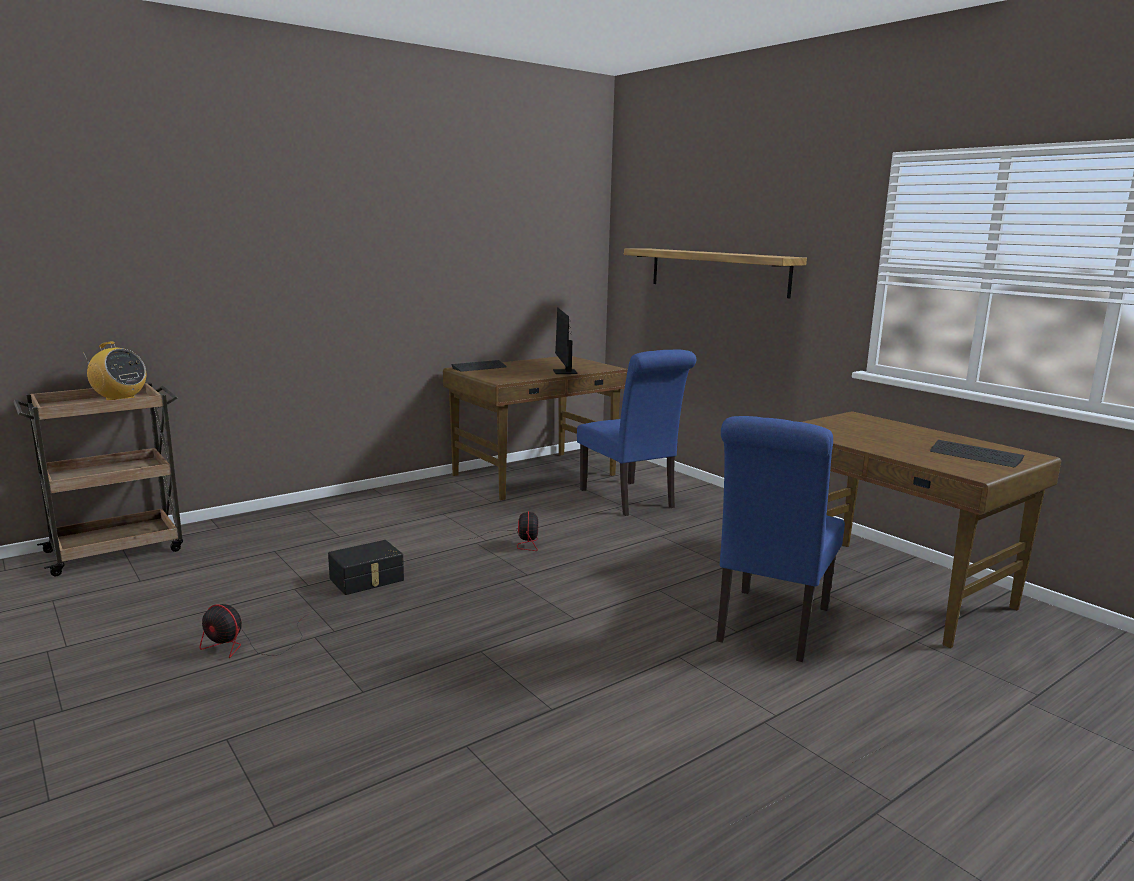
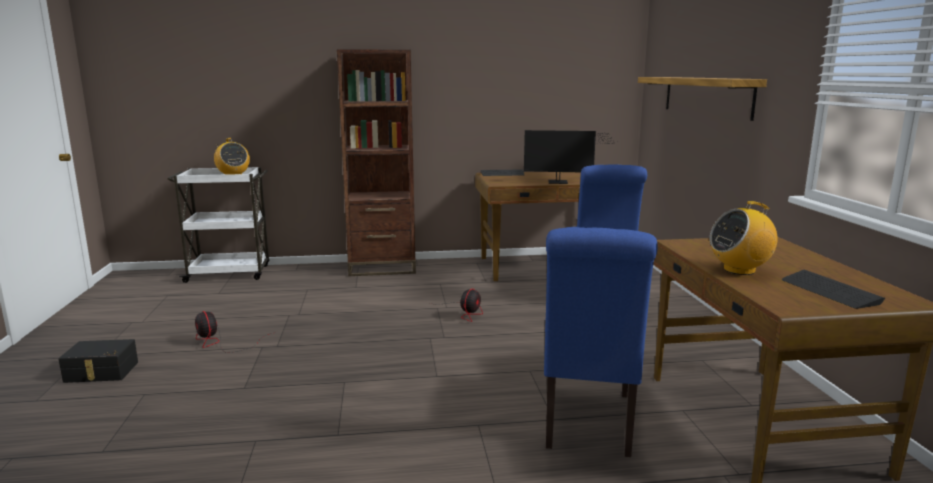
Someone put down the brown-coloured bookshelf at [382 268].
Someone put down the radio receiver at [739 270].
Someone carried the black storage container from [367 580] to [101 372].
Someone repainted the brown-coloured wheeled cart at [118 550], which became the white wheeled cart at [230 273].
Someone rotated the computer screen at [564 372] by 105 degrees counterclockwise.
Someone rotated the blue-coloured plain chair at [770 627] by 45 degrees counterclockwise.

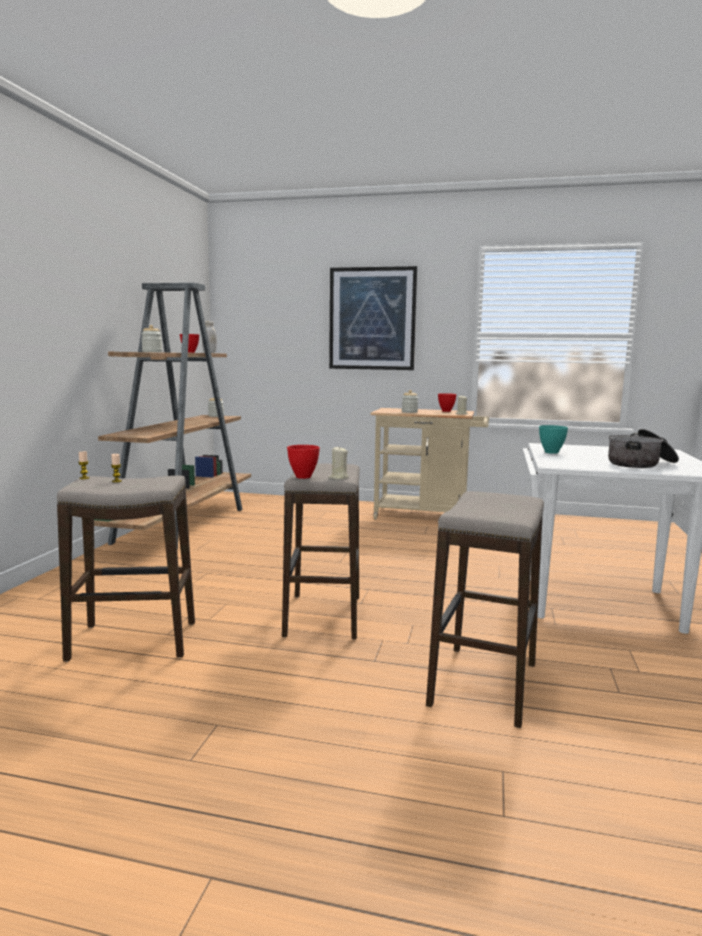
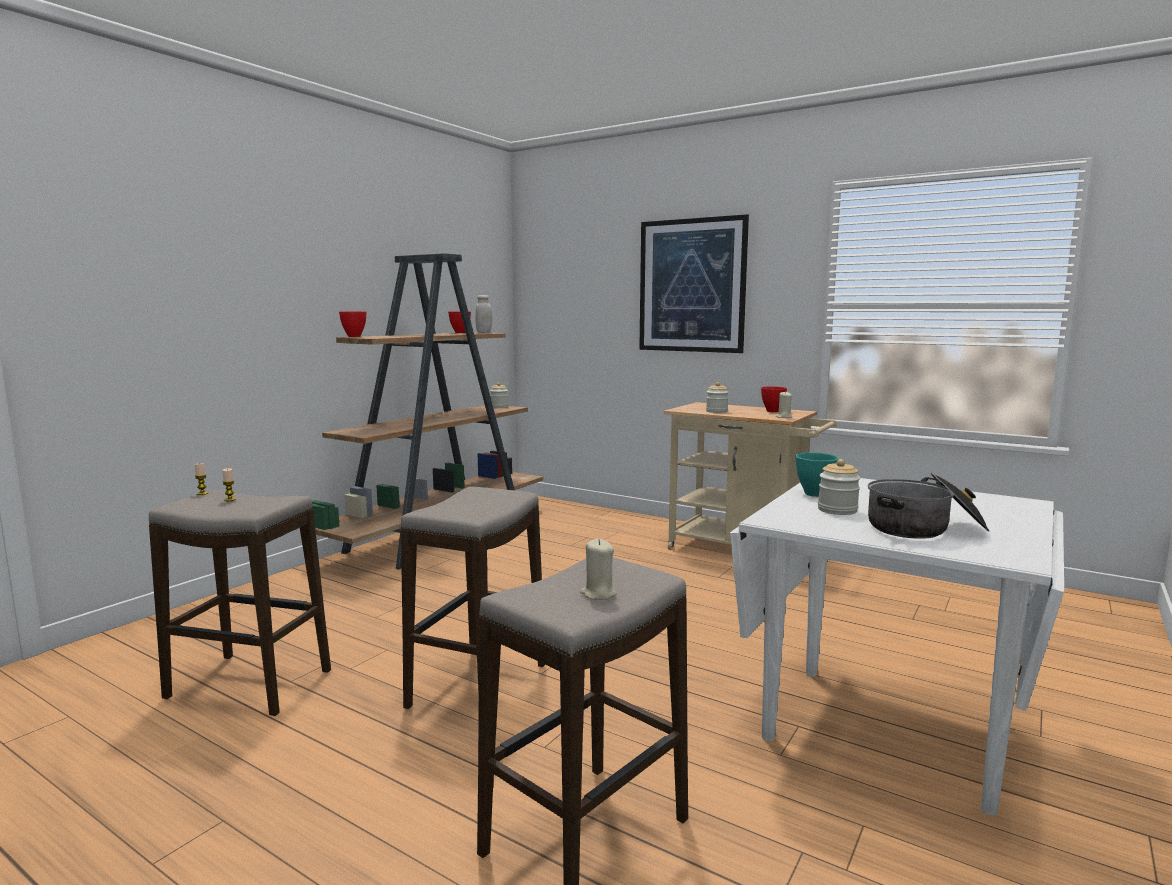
Someone carried the storage jar from [152 352] to [837 510].
Someone carried the reddish serving bowl from [304 477] to [354 336].
Someone carried the sand-coloured wax candle from [338 478] to [598 594].

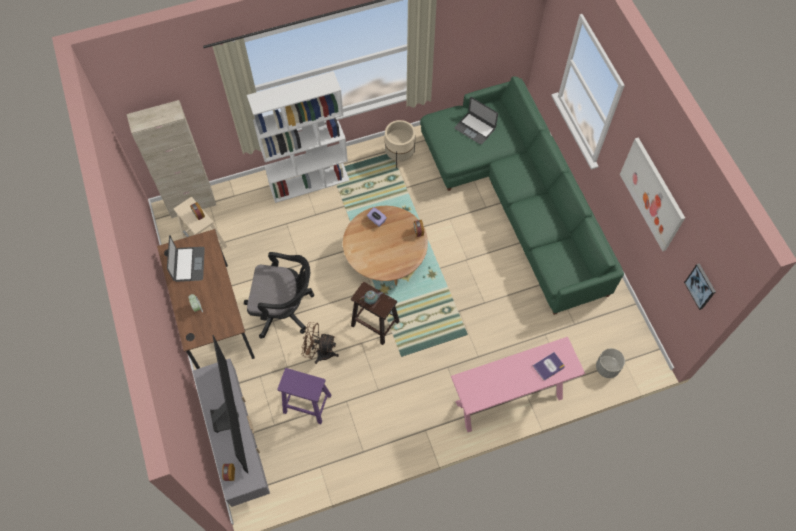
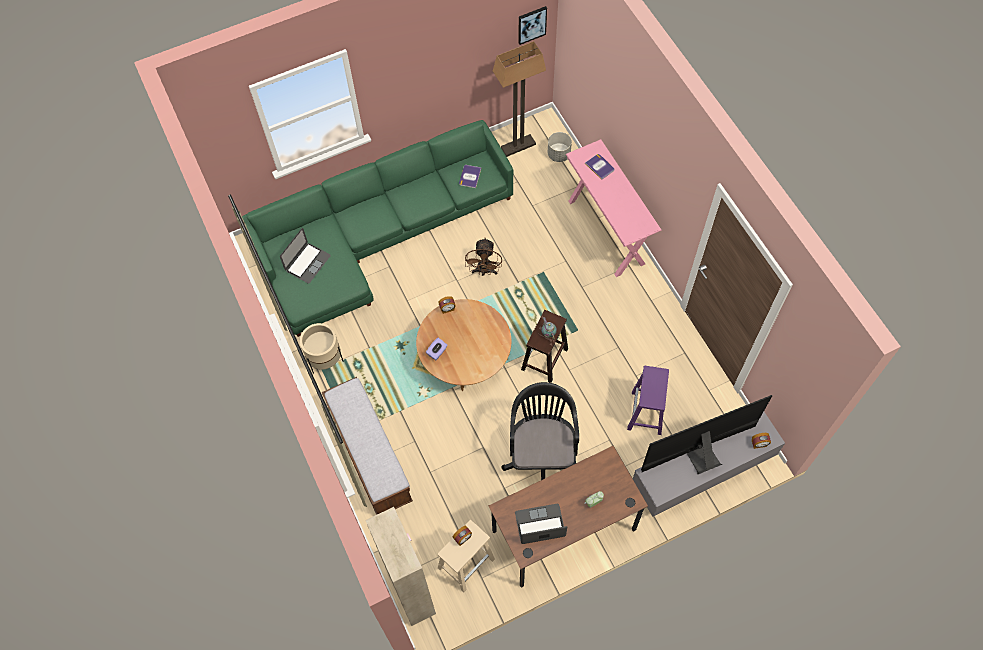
Someone took away the wall picture at [652 194].
Someone put down the volume at [470 176].
Someone put down the standing lamp at [518 146].
Someone carried the brown-coloured cooling fan from [320 352] to [484 271].
Someone swapped the white bookshelf at [309 182] for the indoor bench at [370 455].

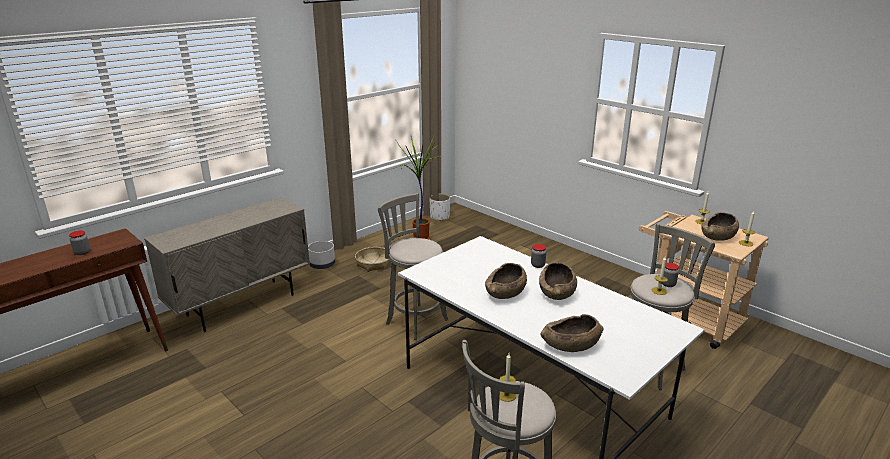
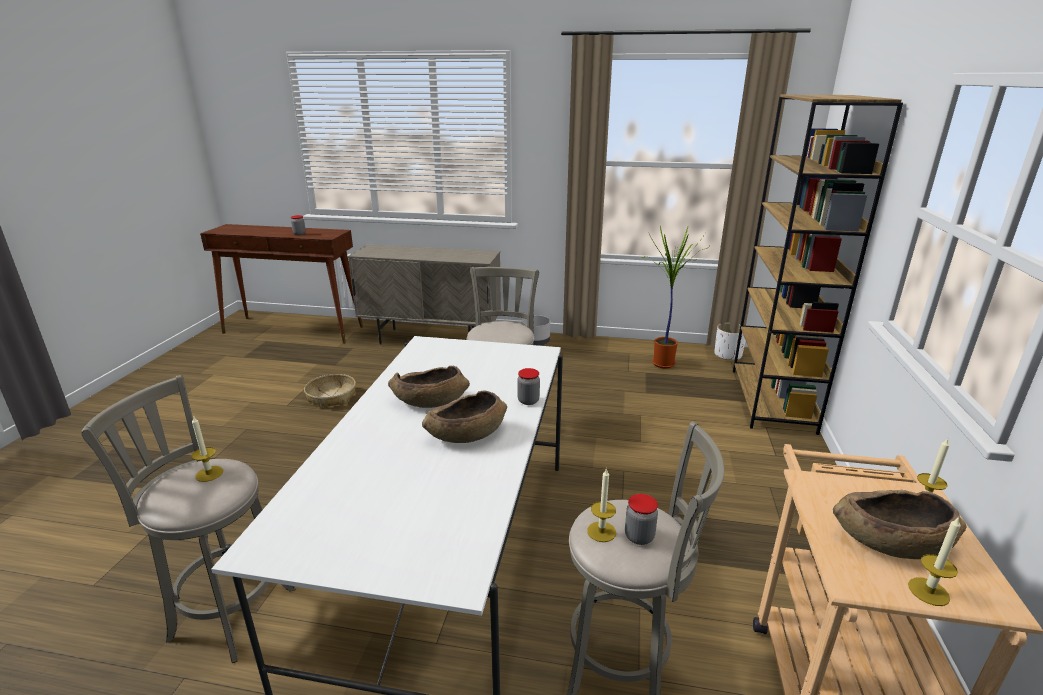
Someone took away the brown-coloured serving bowl at [570 345].
Someone put down the brown-coloured bookshelf at [772 400].
Someone carried the storage basket from [373 263] to [331 397].

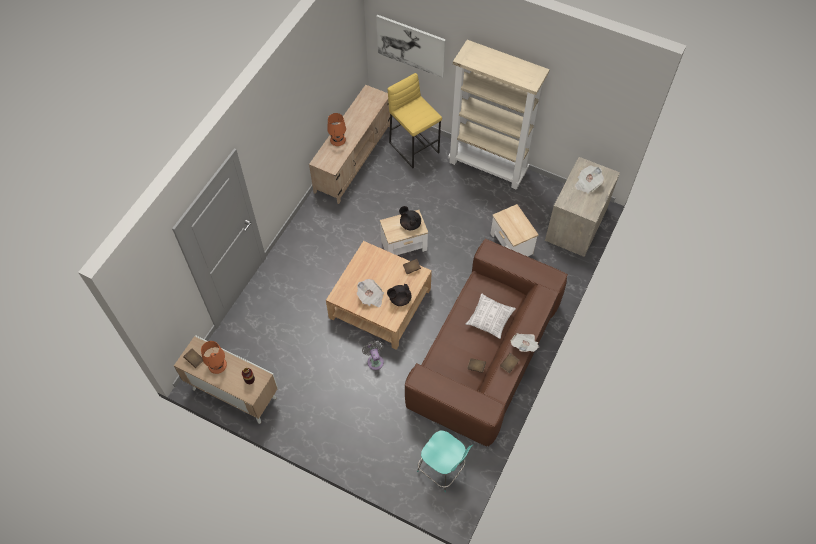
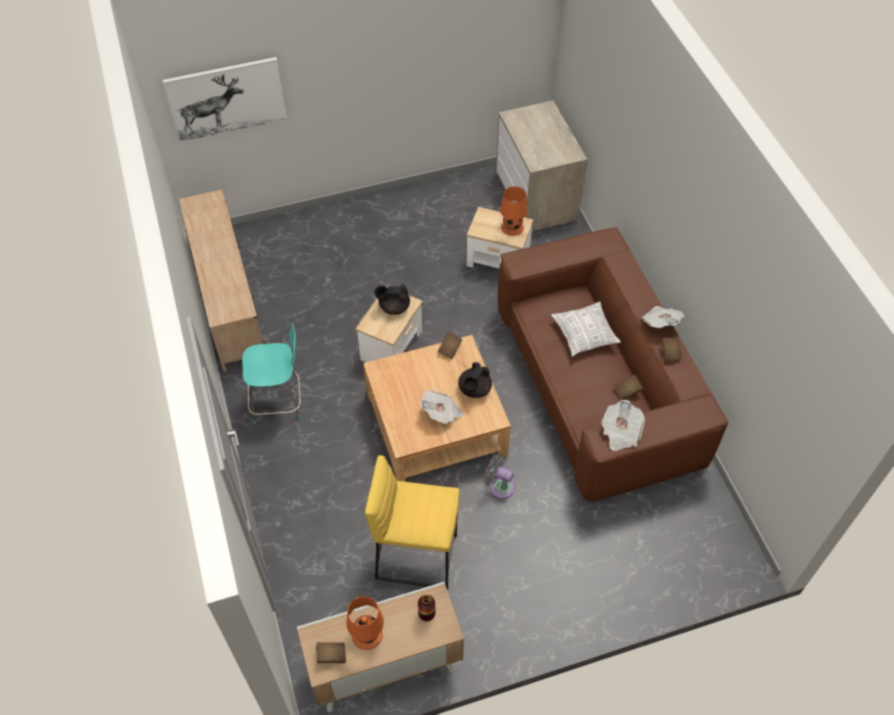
Someone took away the sand-coloured bookshelf at [488 167].
Someone carried the orange-coloured tabletop lamp from [338 139] to [512 227].
Someone carried the yellow-coloured stool seat from [414 147] to [416 555].
Someone carried the turquoise stool seat from [442 469] to [279 402].
Someone carried the newspaper from [587 184] to [620 432].

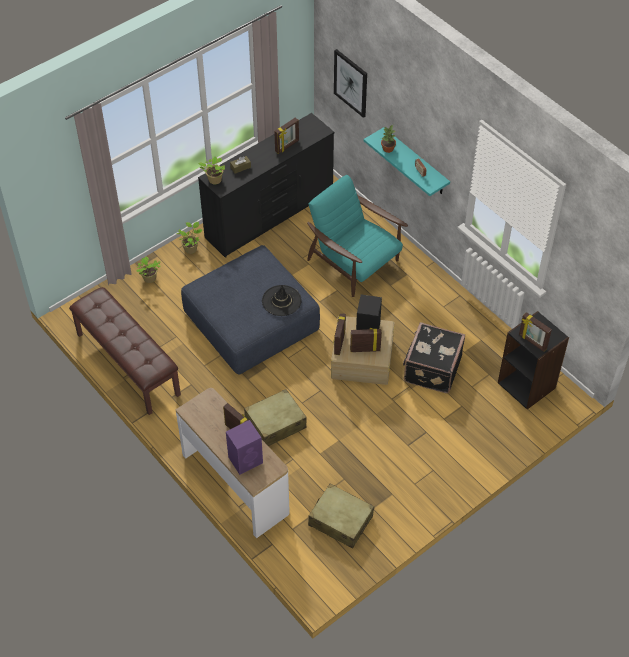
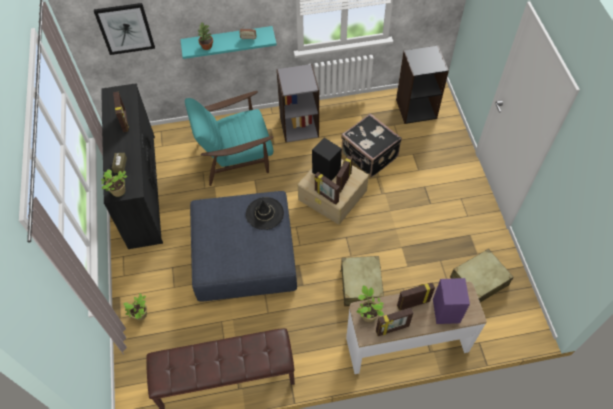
Someone put down the gray bookshelf at [299 126].
Someone carried the plant in a pot from [191 248] to [368 314].
Someone carried the photo frame from [532 342] to [392 329].

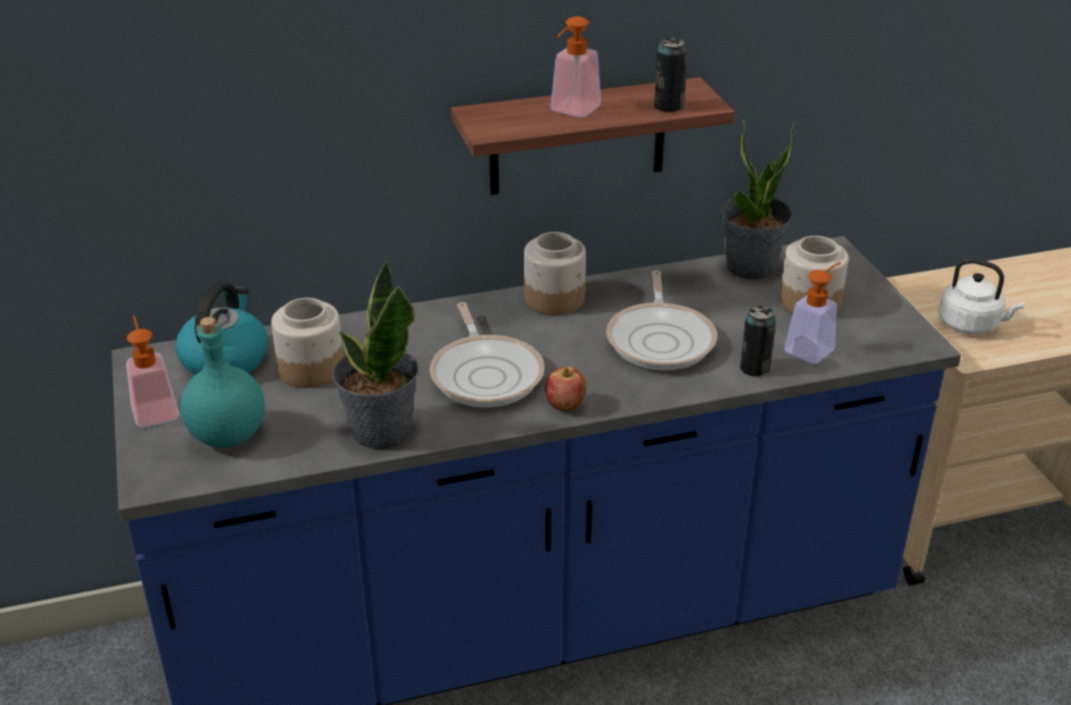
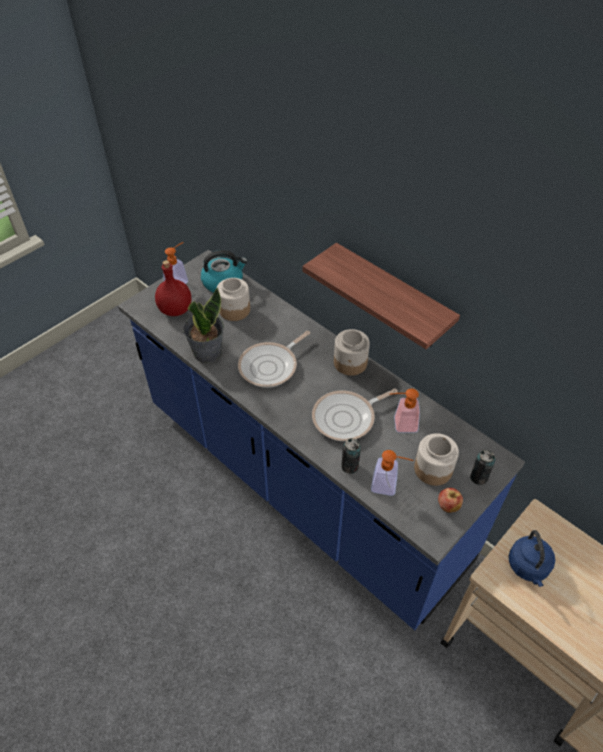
Someone took away the plant in a pot at [751 267].
Someone carried the apple from [565 406] to [448 506].
Someone carried the soap bottle from [571 112] to [400 424].
Someone carried the can from [668 106] to [478 477].
Someone repainted the turquoise drink bottle at [226 436], which became the reddish drink bottle at [175 309].
Someone repainted the white water kettle at [972 325], which became the blue-coloured water kettle at [528 567].

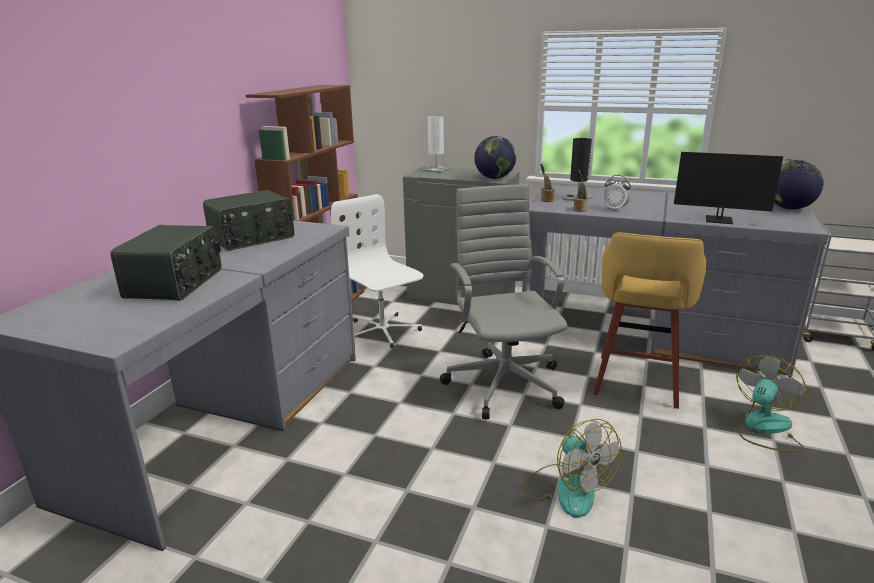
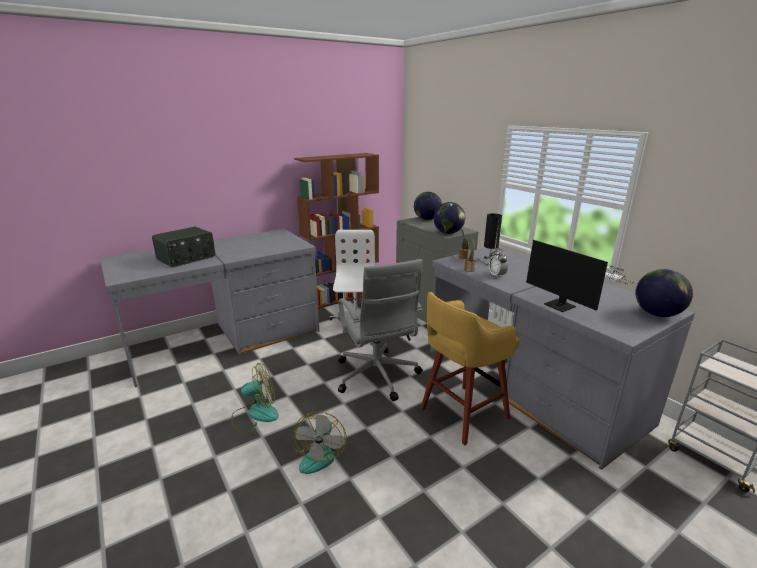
Someone took away the radio receiver at [252 238].
Someone carried the cooling fan from [764 429] to [255 414].
Someone swapped the white tabletop lamp at [436 170] for the desk globe at [427 219].
Someone rotated the gray computer chair at [504 382] by 135 degrees clockwise.

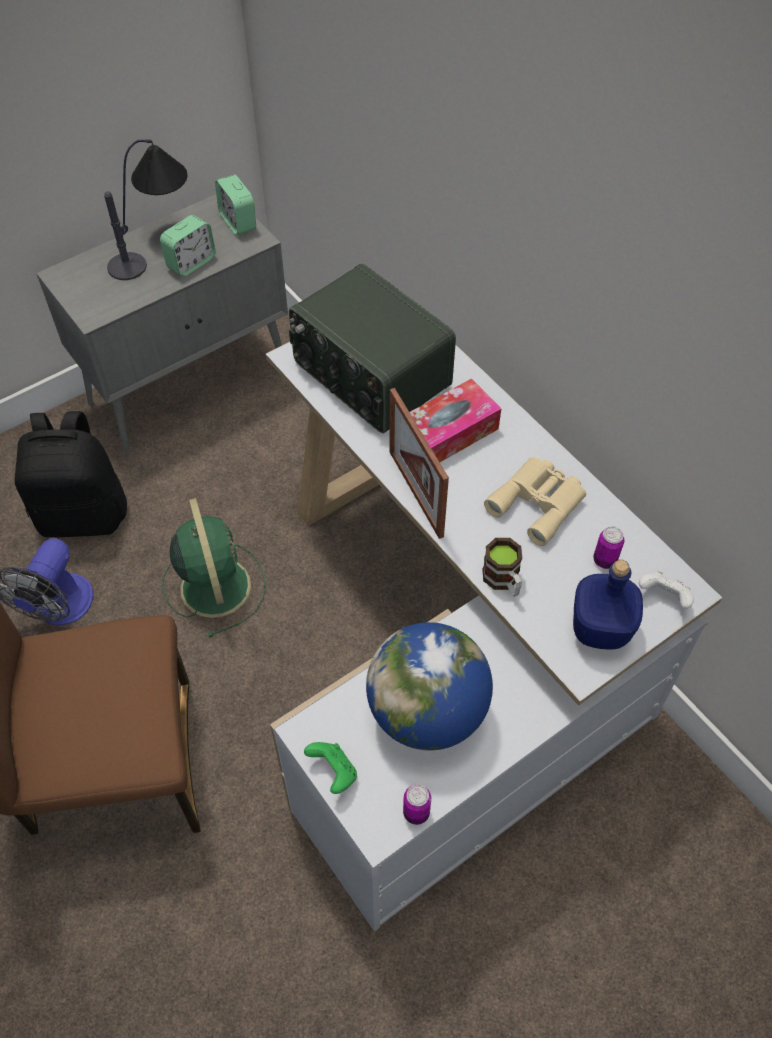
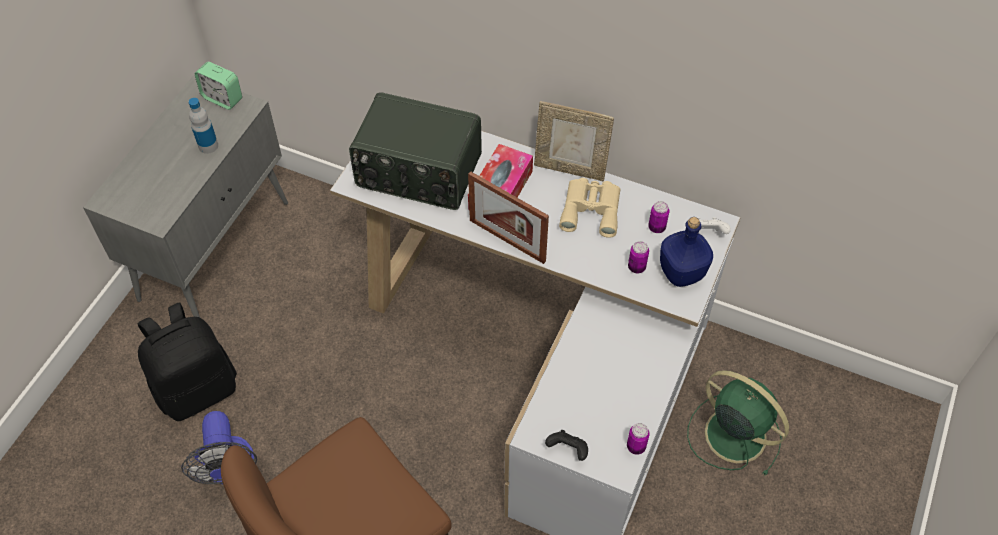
Someone took away the tabletop lamp at [155 245].
Someone took away the desk globe at [427 711].
Someone took away the mug at [503 581].
Someone put down the photo frame at [570 169].
Someone put down the can at [636 267].
Someone carried the green-coloured cooling fan from [214 584] to [732 433].
Someone swapped the alarm clock at [191 263] for the drink bottle at [208 146].
Someone repainted the green-coloured joypad at [334 772], which became the black joypad at [568 450].

